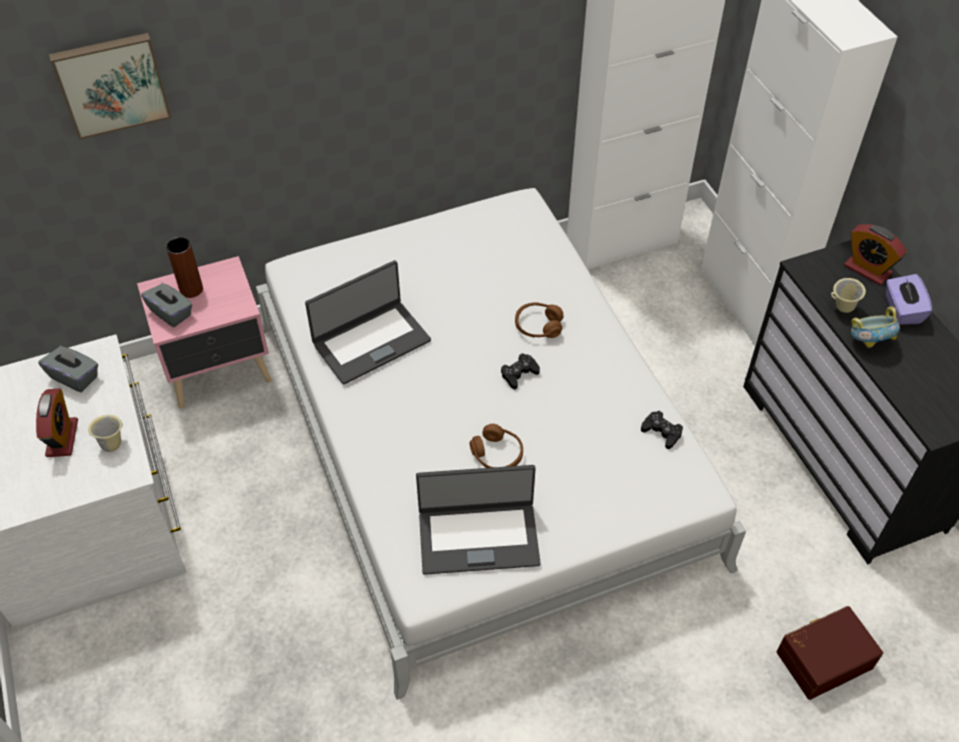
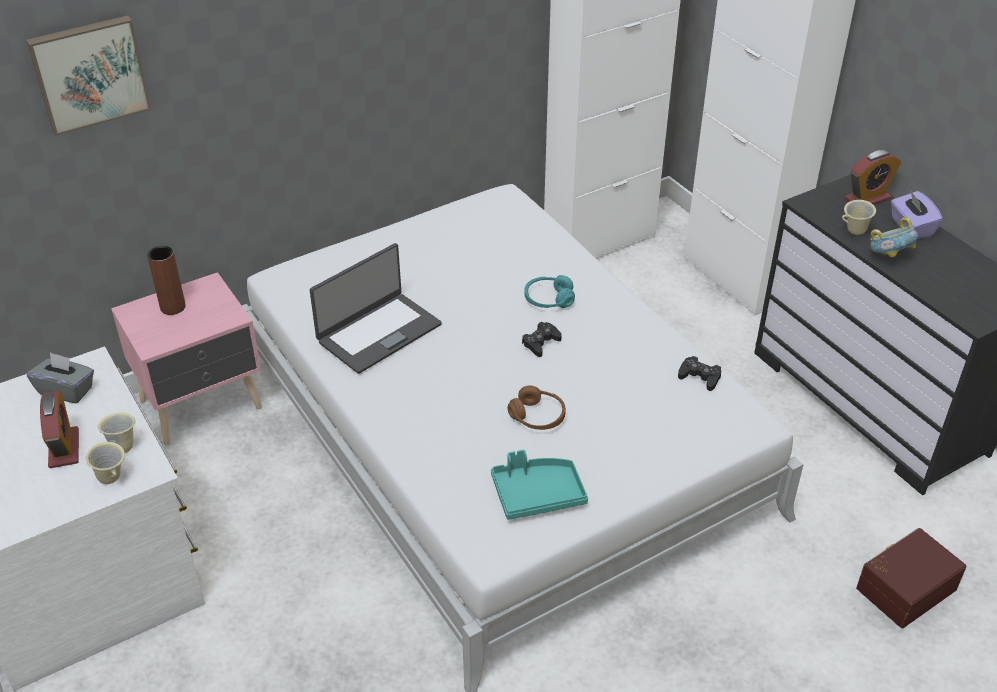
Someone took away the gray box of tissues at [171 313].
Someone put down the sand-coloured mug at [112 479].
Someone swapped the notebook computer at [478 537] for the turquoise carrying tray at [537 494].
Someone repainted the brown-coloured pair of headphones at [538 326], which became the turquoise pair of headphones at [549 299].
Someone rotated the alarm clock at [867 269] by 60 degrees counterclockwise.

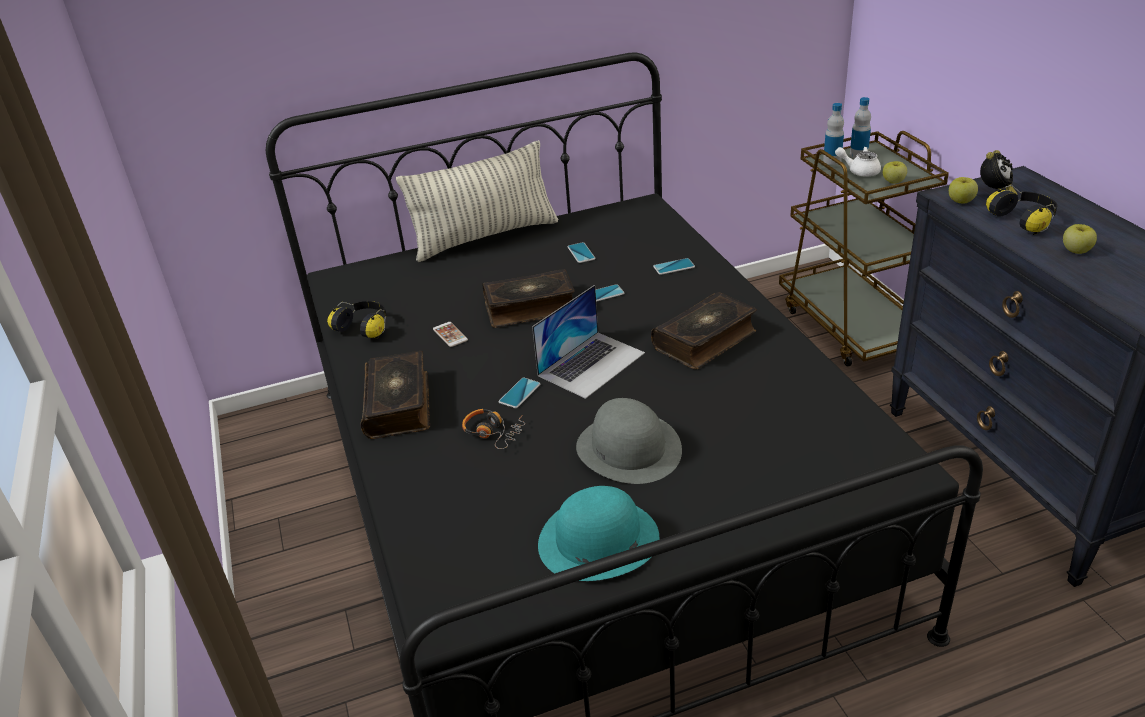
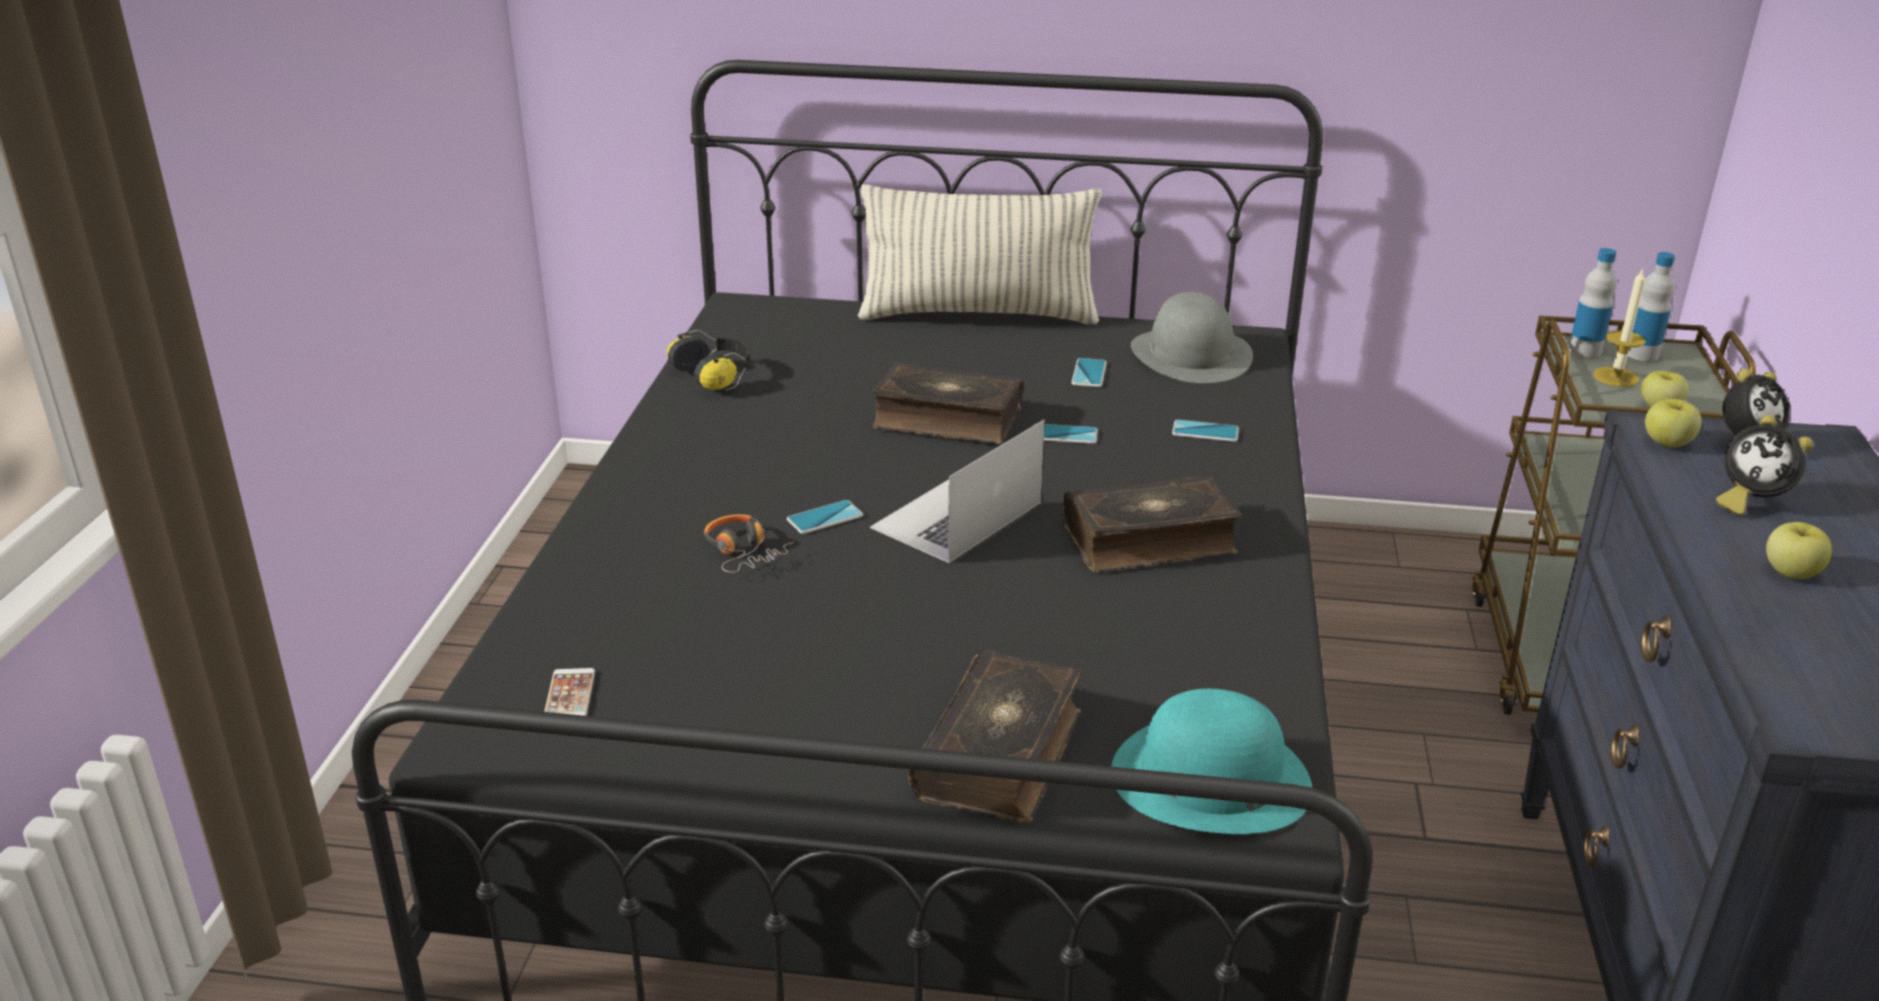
Someone carried the volume from [399 405] to [1002 755].
Someone carried the handset from [450 335] to [569 696].
Someone carried the turquoise clothing hat from [598 540] to [1210 778].
Someone carried the gray clothing hat from [629 448] to [1191 355].
Someone swapped the white teapot at [859 171] for the wax candle at [1616 377].
Someone swapped the pair of headphones at [1023 220] for the alarm clock at [1748 502].
Someone rotated the notebook computer at [591 364] by 150 degrees clockwise.

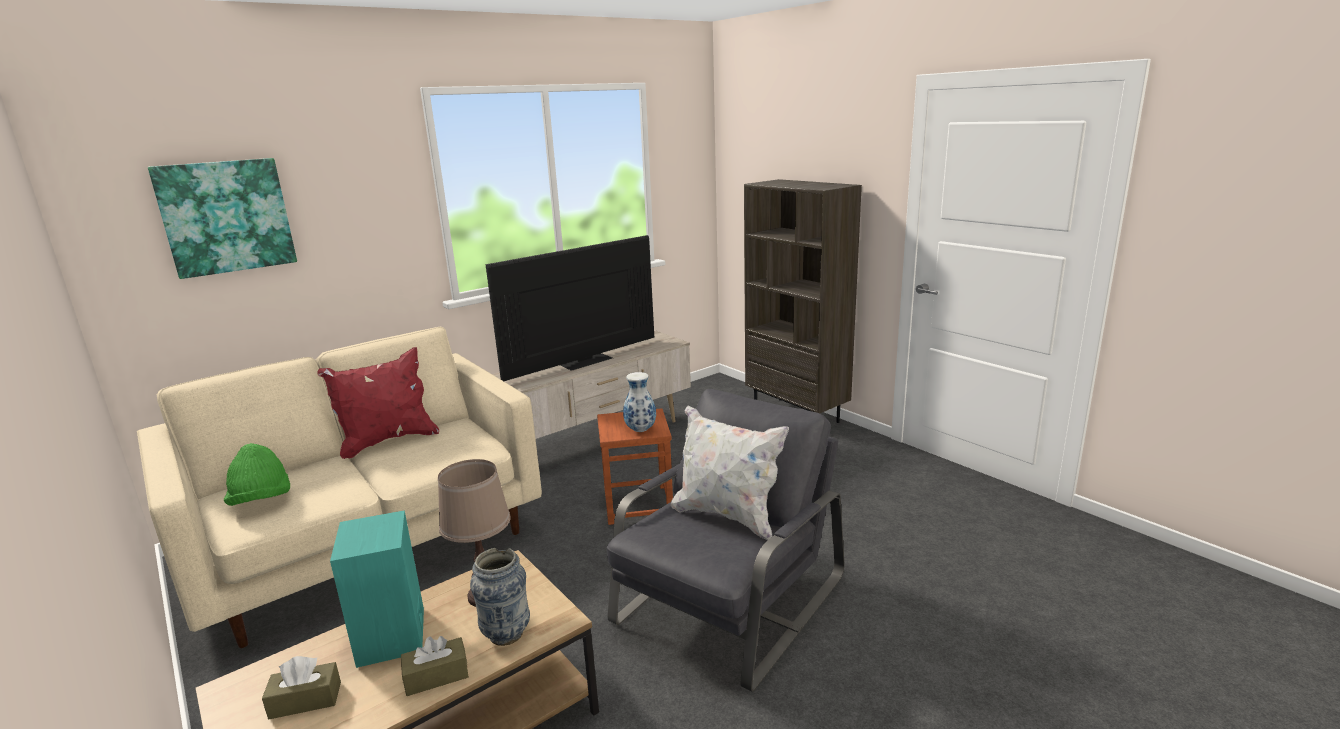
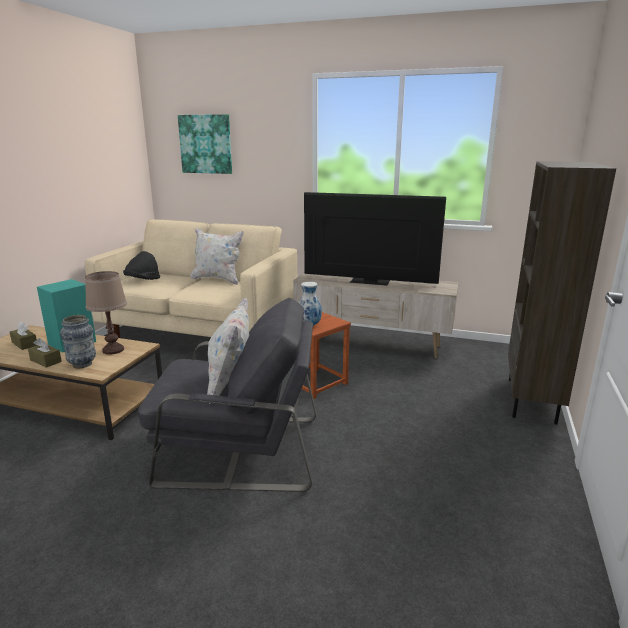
Someone repainted the green-coloured clothing hat at [262 501], which became the black clothing hat at [142 280].
Someone repainted the reddish pillow at [388 441], which became the white pillow at [217 279].

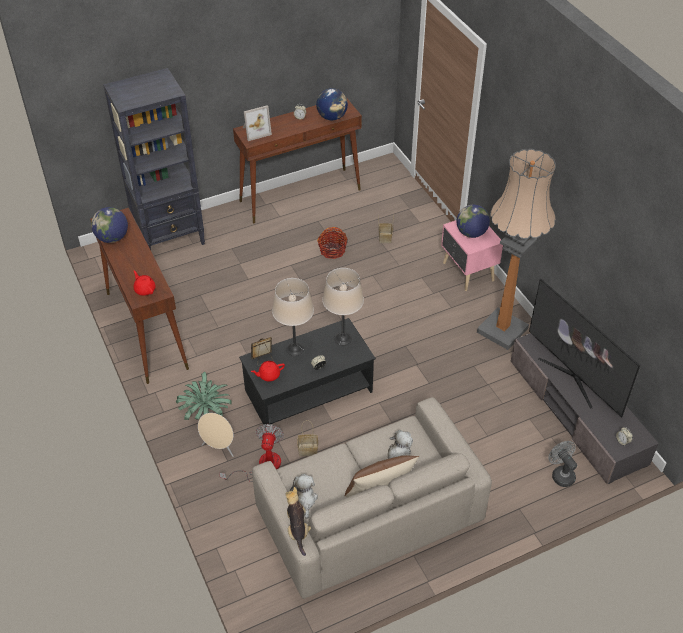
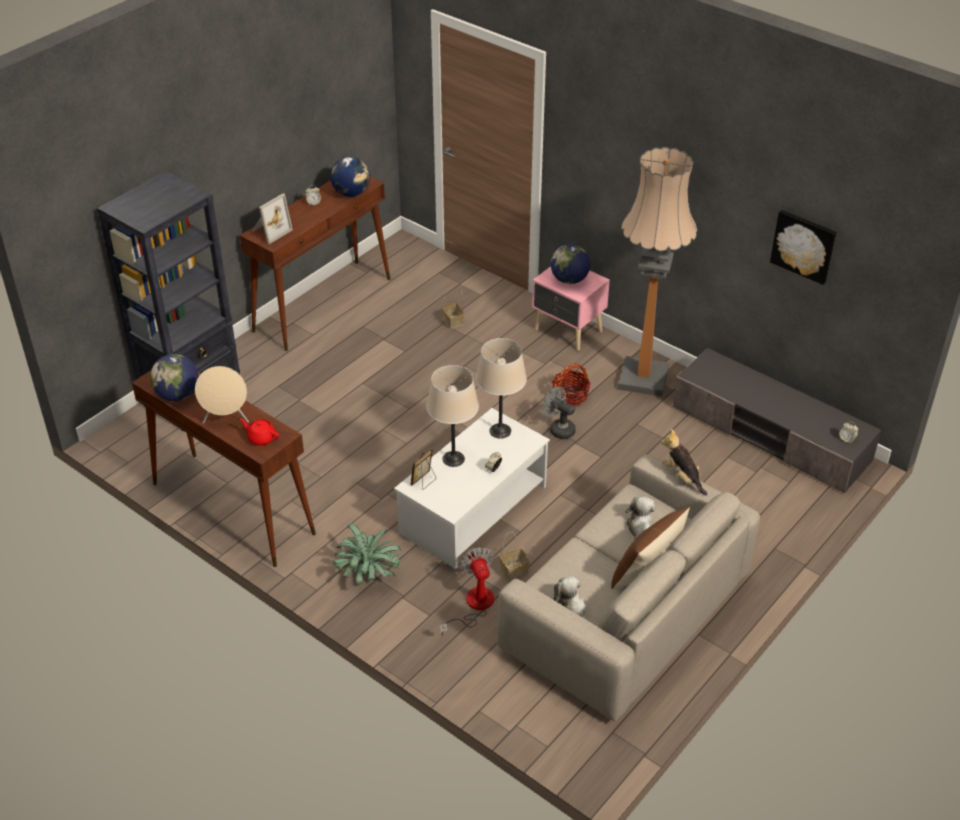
Someone took away the reddish teapot at [269 375].
Someone took away the TV at [573 377].
Someone put up the wall picture at [804 246].
Someone carried the sand-coloured loudspeaker from [219 448] to [226 419].
Someone carried the cuddly toy from [298 529] to [682 477].
Someone carried the storage basket from [332 250] to [570 395].
Someone carried the gray cooling fan from [560 474] to [558 429].
Someone repainted the black low table at [307 391], which became the white low table at [473 510].

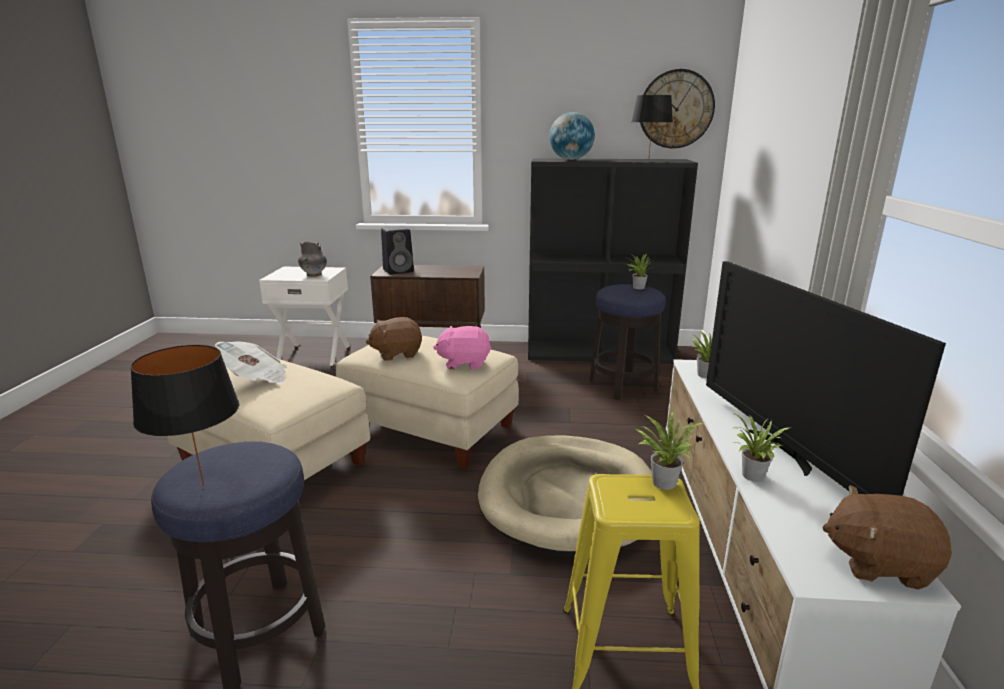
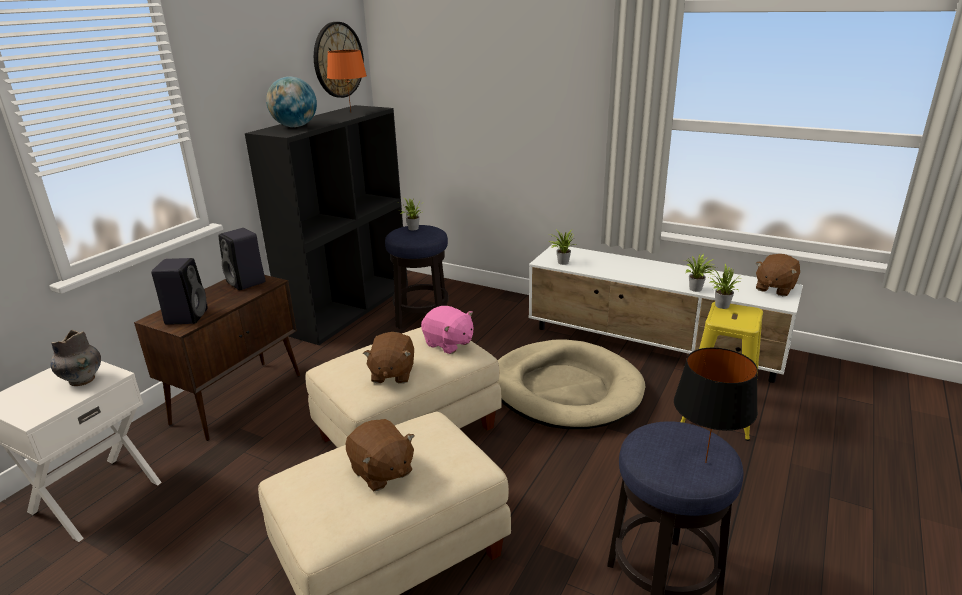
Someone took away the TV at [783 451].
Someone put down the black loudspeaker at [247 282].
Someone swapped the newspaper at [255 378] for the brown-coloured cuddly toy at [381 472].
Someone repainted the black tabletop lamp at [649 160], which became the orange-coloured tabletop lamp at [351 113].
Someone rotated the pink-coloured cuddly toy at [464 363] by 75 degrees counterclockwise.

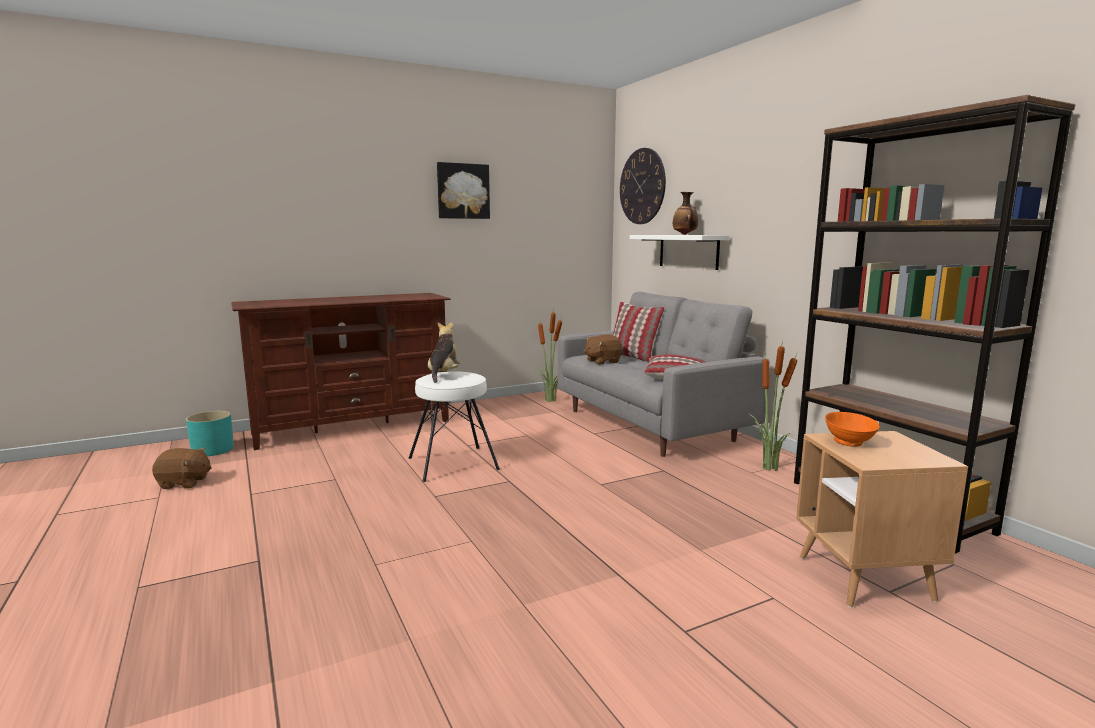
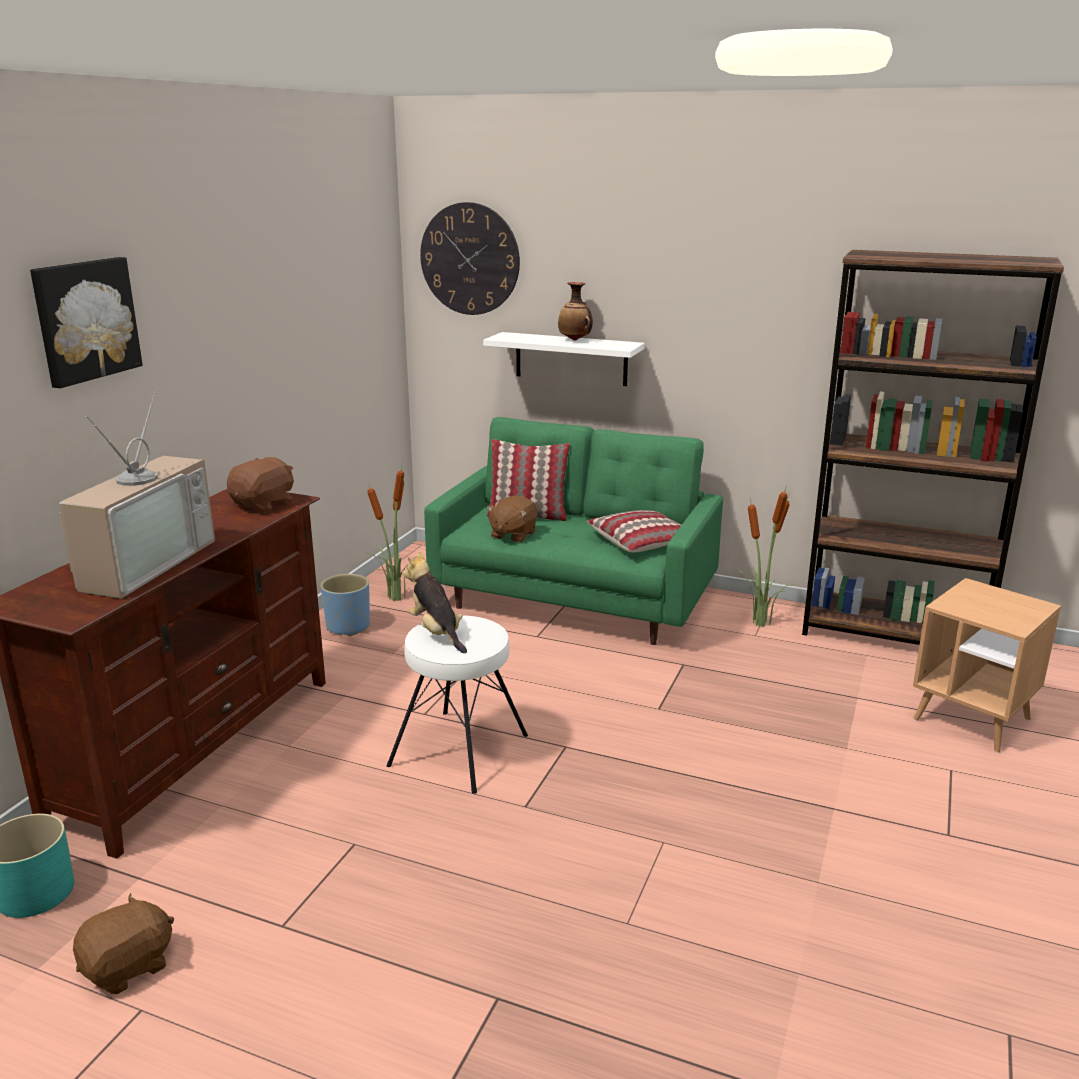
Someone took away the orange-coloured serving bowl at [848 443].
Someone put down the TV at [142 563].
Someone put down the brown-coloured cuddly toy at [264 504].
Someone put down the blue-coloured flower pot at [347 627].
Someone carried the wall picture from [463 191] to [85 320].
Someone repainted the gray sofa at [650 425], which became the green-coloured sofa at [575 601].

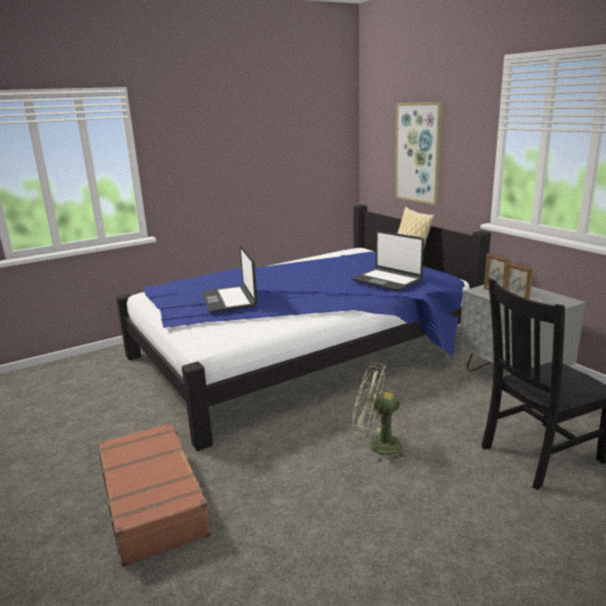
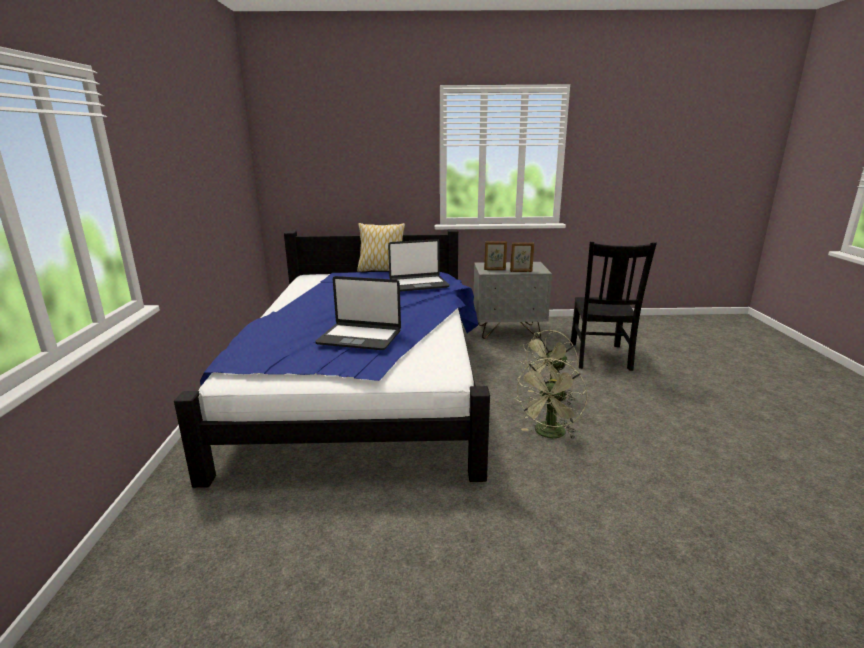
Someone took away the brown-coloured suitcase at [154 501].
Someone took away the wall picture at [418 153].
Someone put down the green-coloured cooling fan at [549 434].

